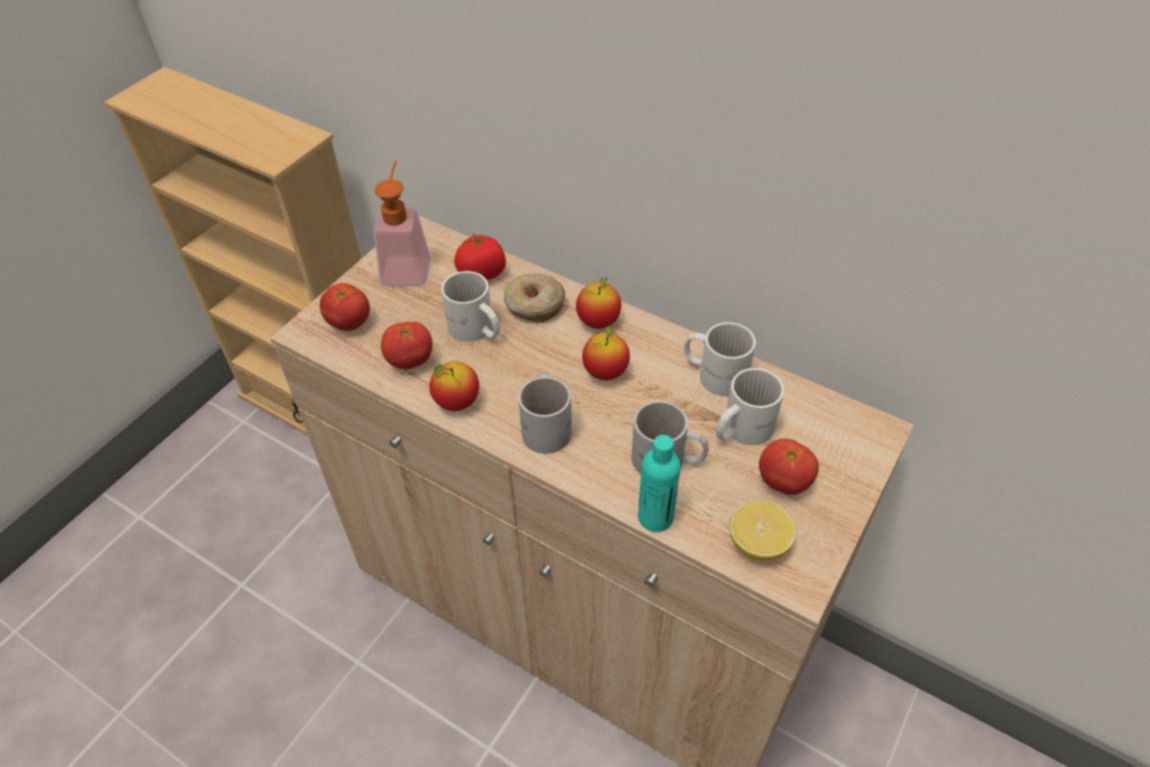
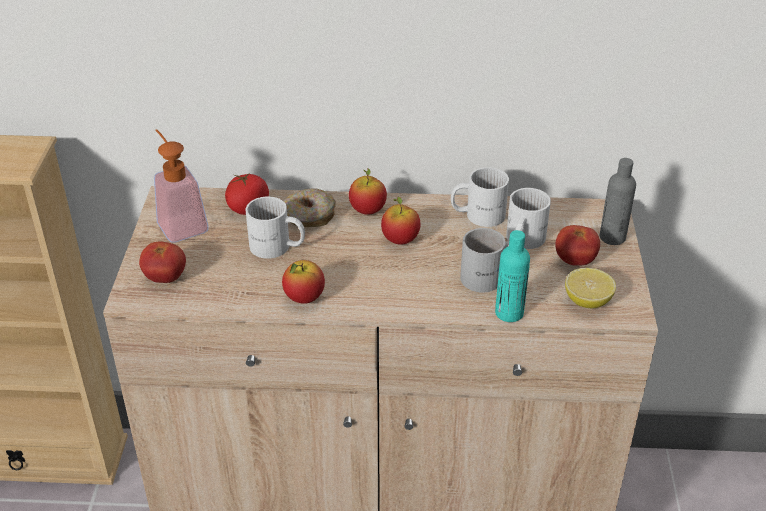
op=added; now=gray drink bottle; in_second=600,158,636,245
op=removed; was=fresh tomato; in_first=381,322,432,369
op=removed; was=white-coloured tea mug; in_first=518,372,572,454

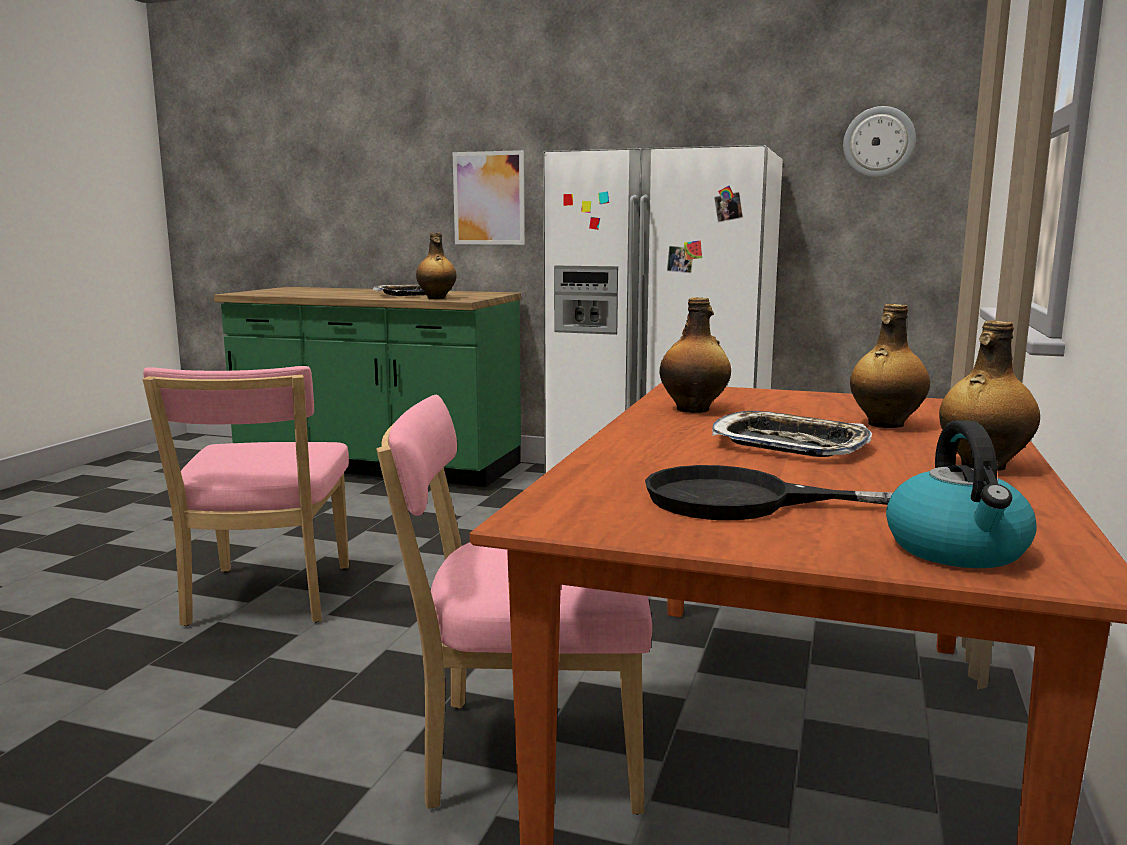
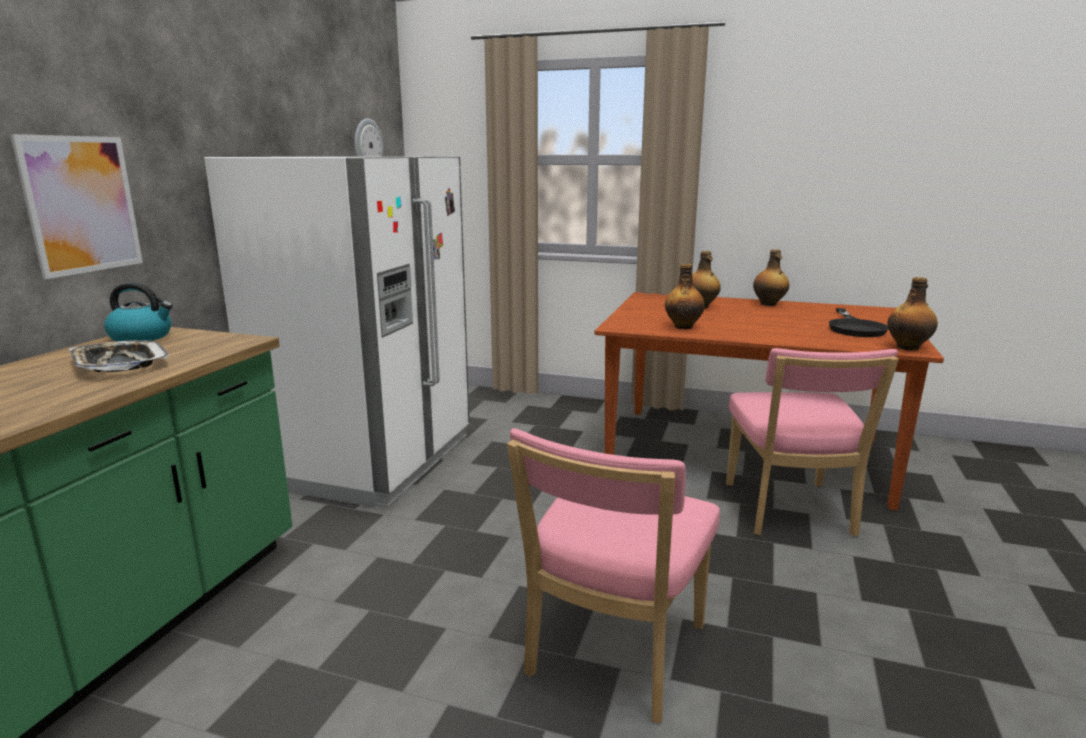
op=moved; was=kettle; in_first=886,420,1037,568; in_second=104,282,173,341
op=turned; was=pink chair; in_first=143,366,349,626; in_second=507,429,720,723; clockwise=120
op=moved; was=drink bottle; in_first=416,233,457,299; in_second=888,277,938,351
op=removed; was=tray; in_first=712,411,872,457

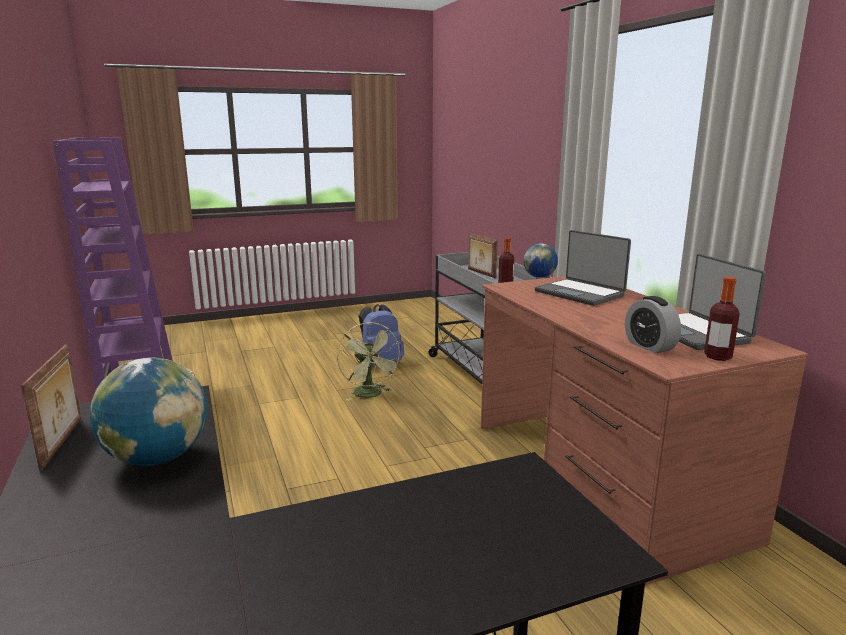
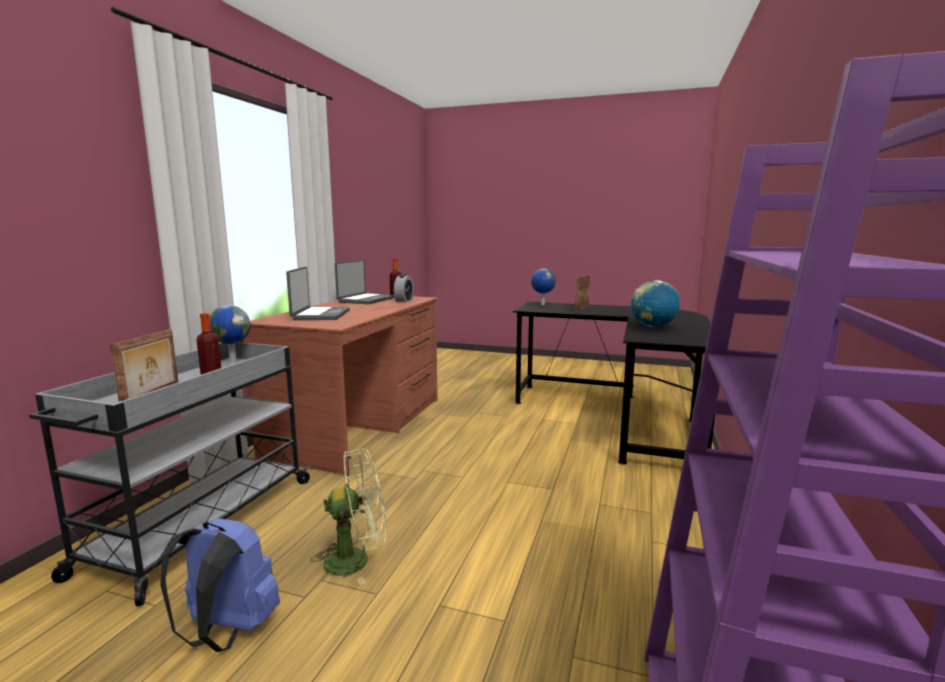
op=turned; was=green fan; in_first=337,322,402,401; in_second=311,449,386,585; clockwise=60
op=added; now=desk globe; in_second=531,269,556,305
op=moved; was=photo frame; in_first=21,345,81,471; in_second=575,275,590,312

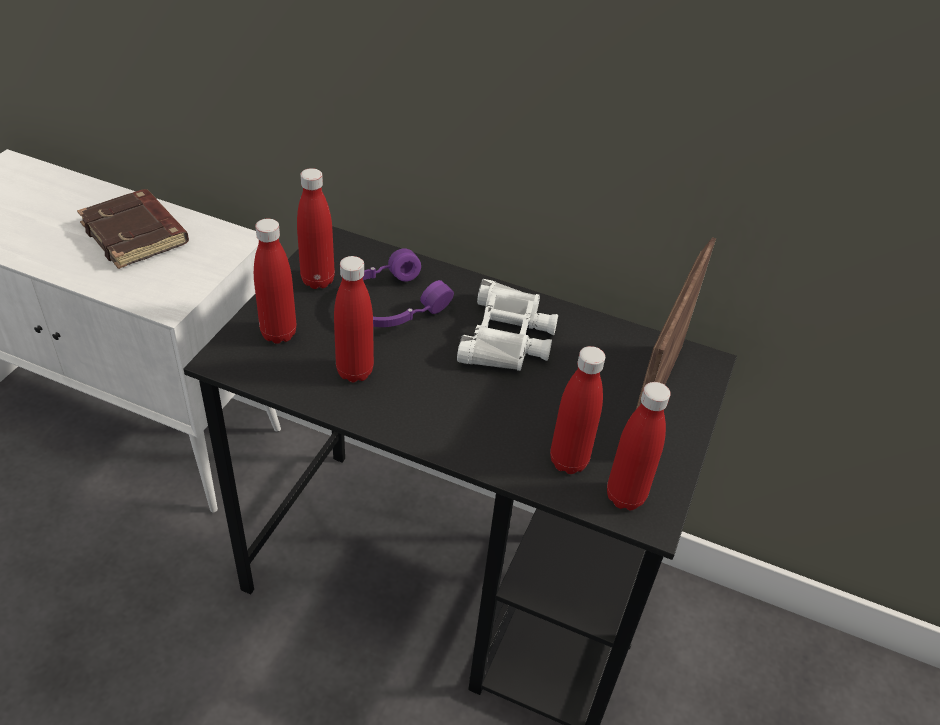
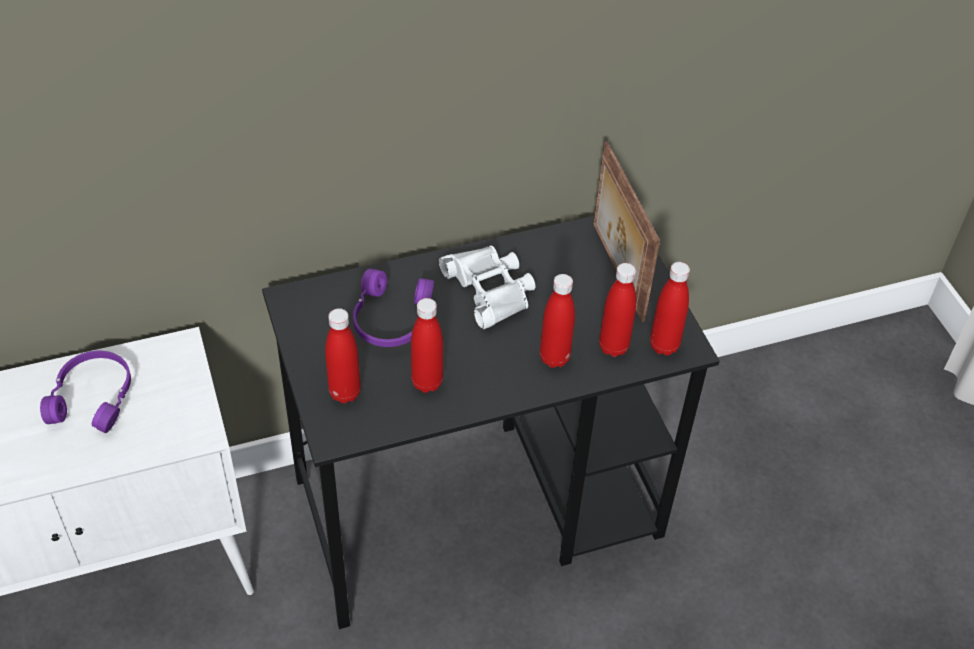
op=replaced; was=brownish book; now=purplish headphones; in_first=77,189,189,269; in_second=40,351,131,433
op=moved; was=reddish drink bottle; in_first=297,168,335,289; in_second=540,274,575,368

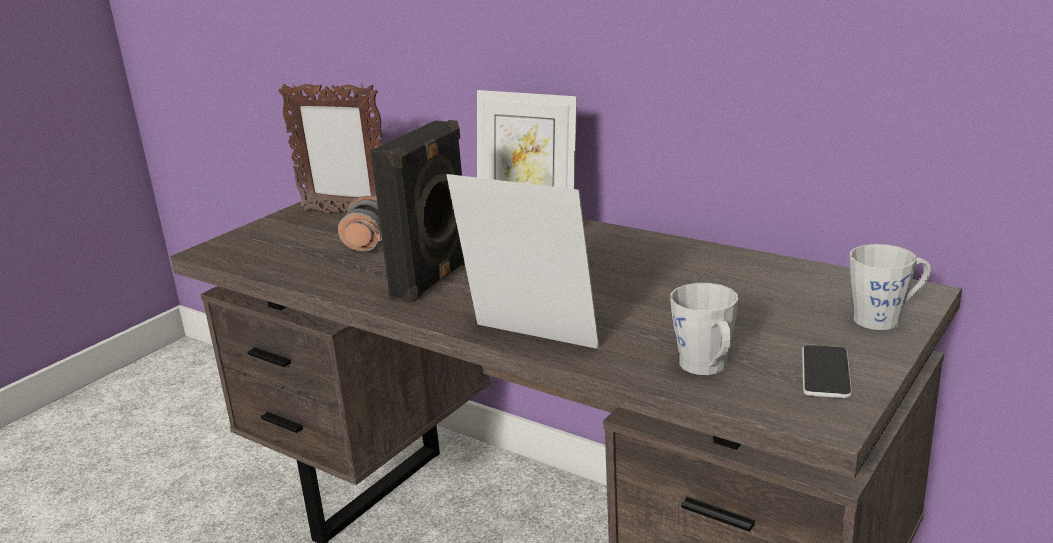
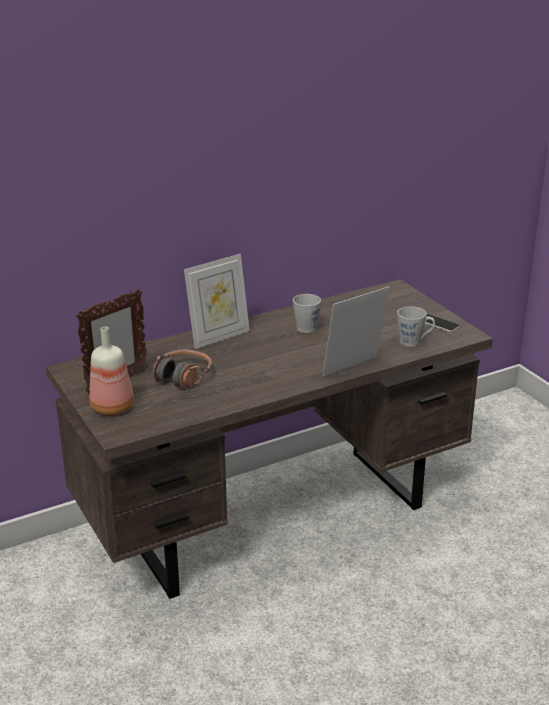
op=added; now=drink bottle; in_second=89,327,134,415
op=moved; was=gray tea mug; in_first=850,244,931,330; in_second=293,294,321,333
op=removed; was=black-coloured audio speaker; in_first=370,120,465,303

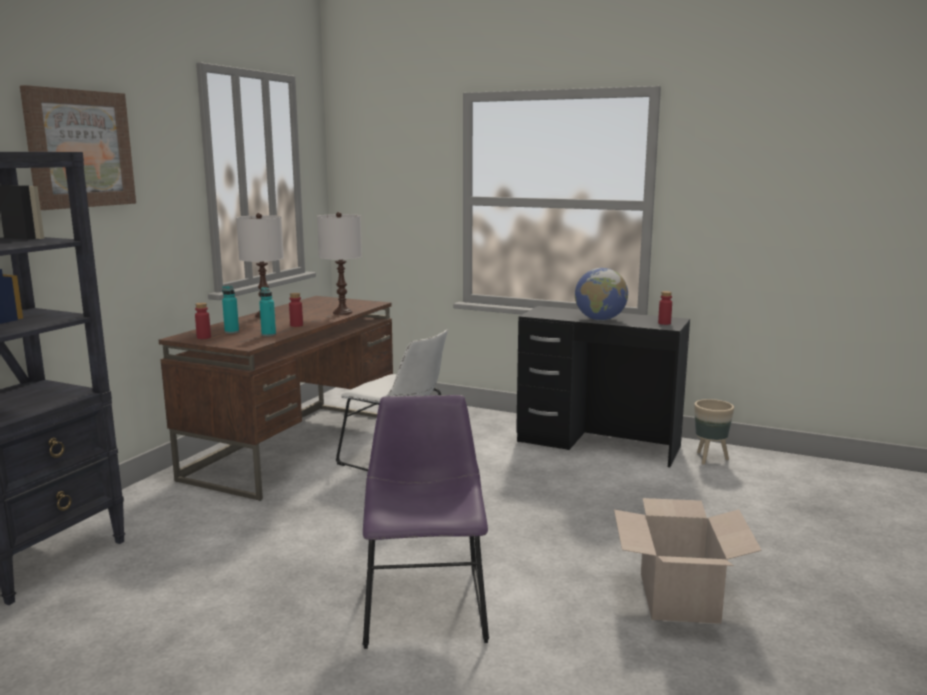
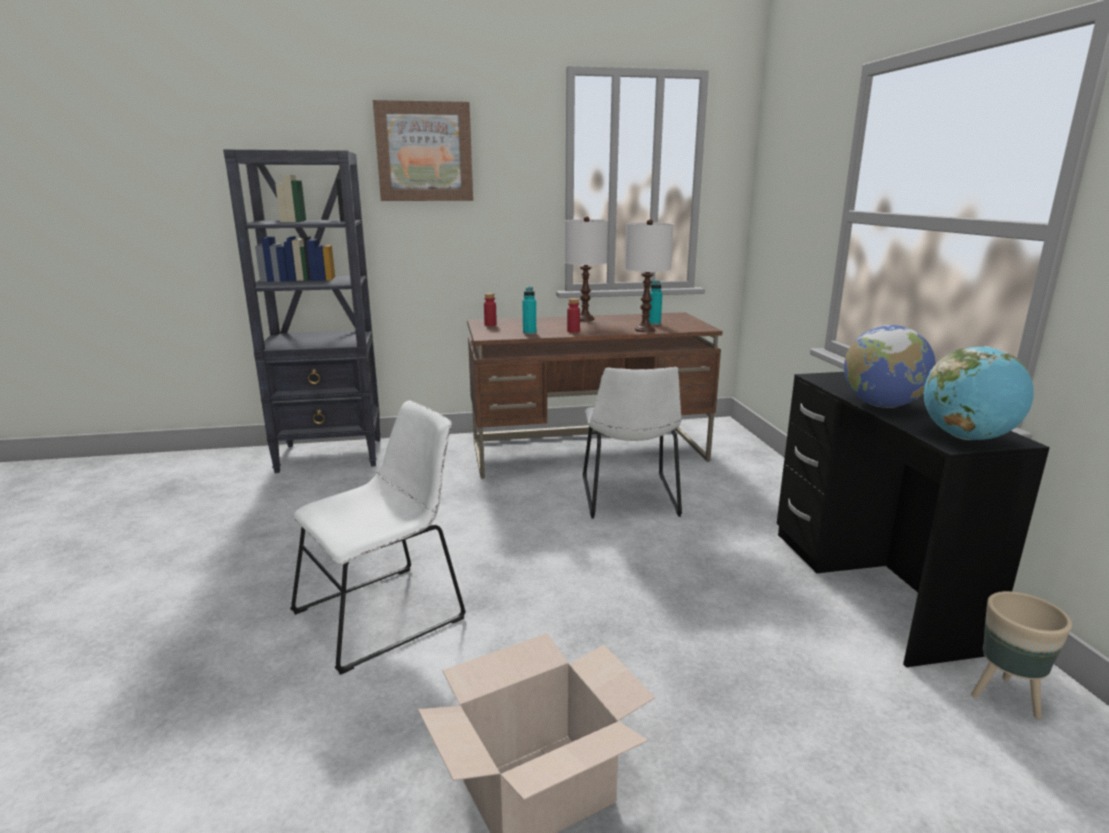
op=recoloured; was=purplish chair; now=white-coloured chair; in_first=363,395,489,649; in_second=290,400,466,675
op=moved; was=turquoise-coloured drink bottle; in_first=222,286,239,334; in_second=649,280,662,325
op=replaced; was=reddish drink bottle; now=desk globe; in_first=658,291,672,325; in_second=924,346,1034,440

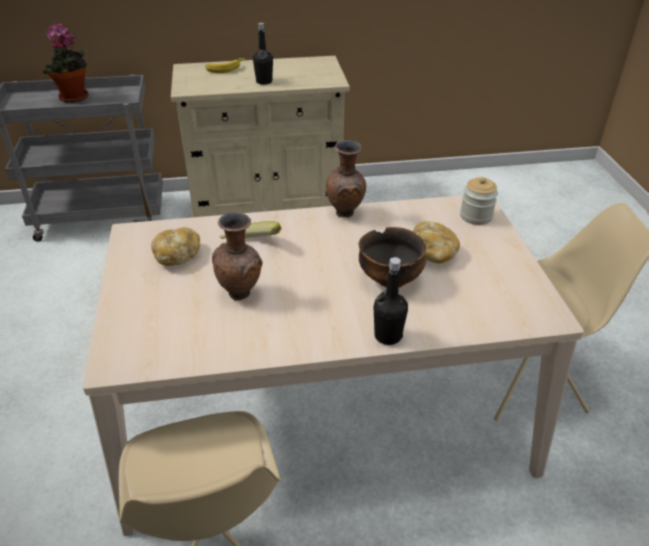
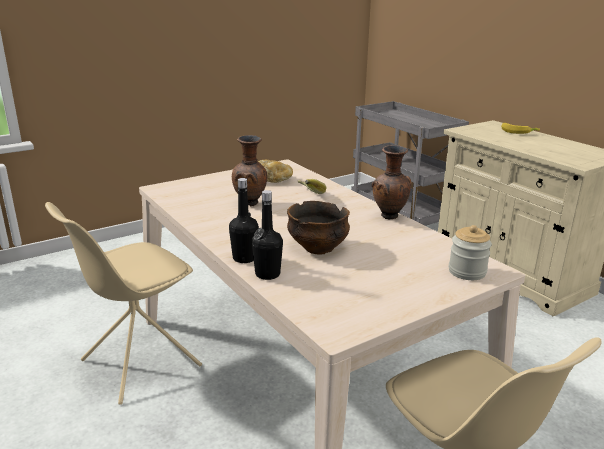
op=moved; was=black-coloured drink bottle; in_first=253,23,273,85; in_second=252,190,283,280
op=removed; was=houseplant; in_first=43,23,88,103
op=removed; was=bakery bread; in_first=412,221,460,264

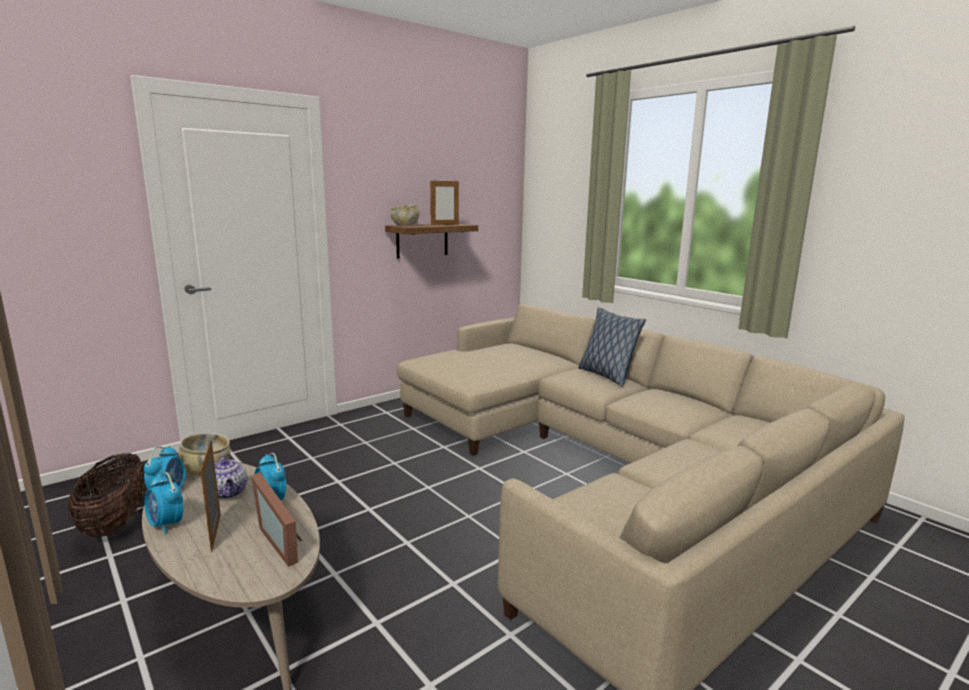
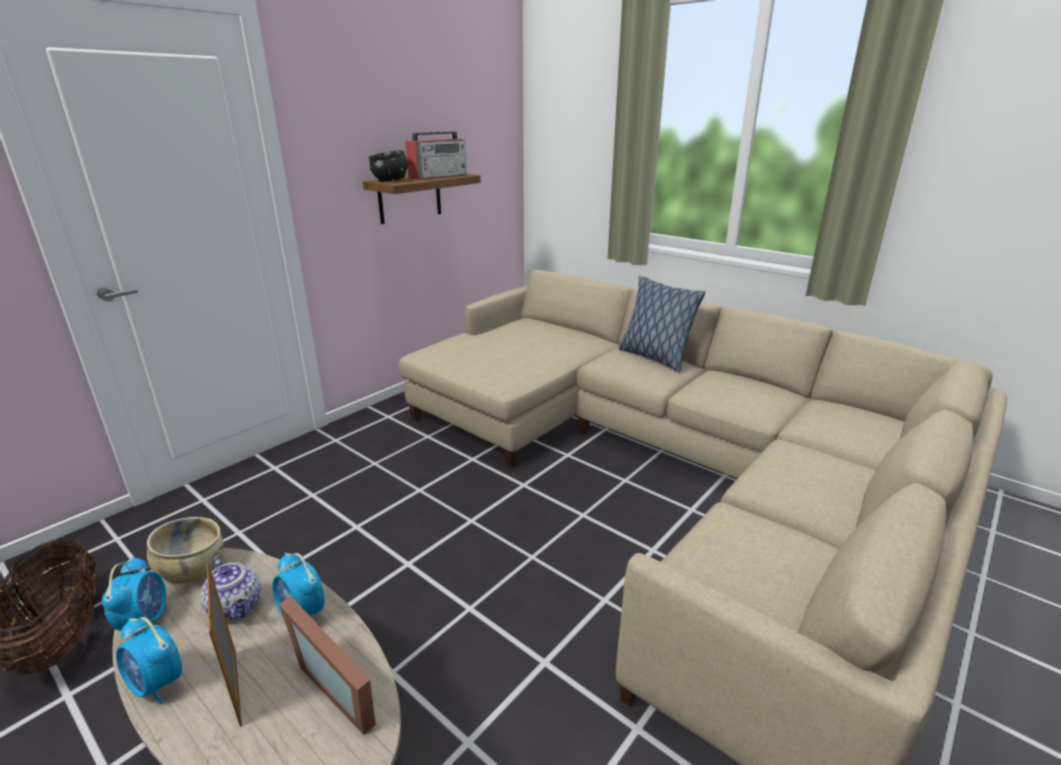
op=recoloured; was=beige-coloured serving bowl; now=black-coloured serving bowl; in_first=391,204,420,226; in_second=369,151,408,182
op=replaced; was=photo frame; now=radio; in_first=430,181,459,225; in_second=405,129,466,180

